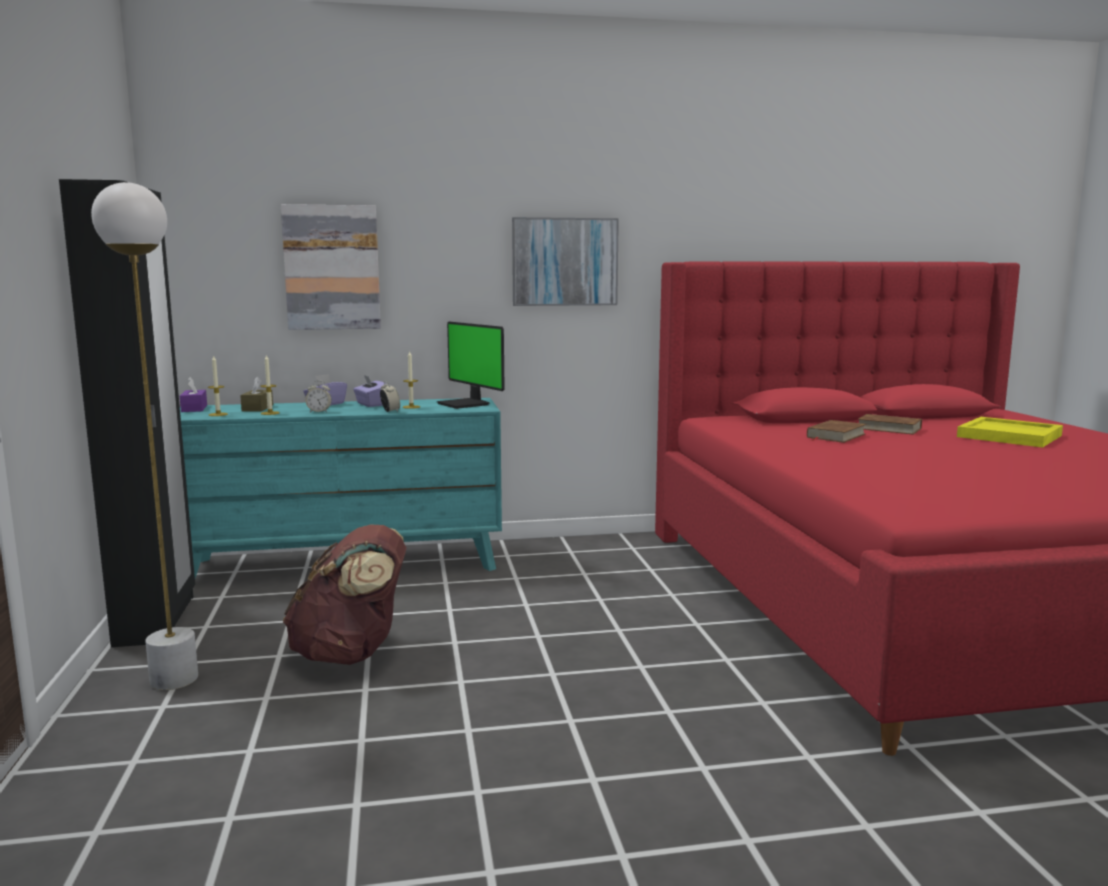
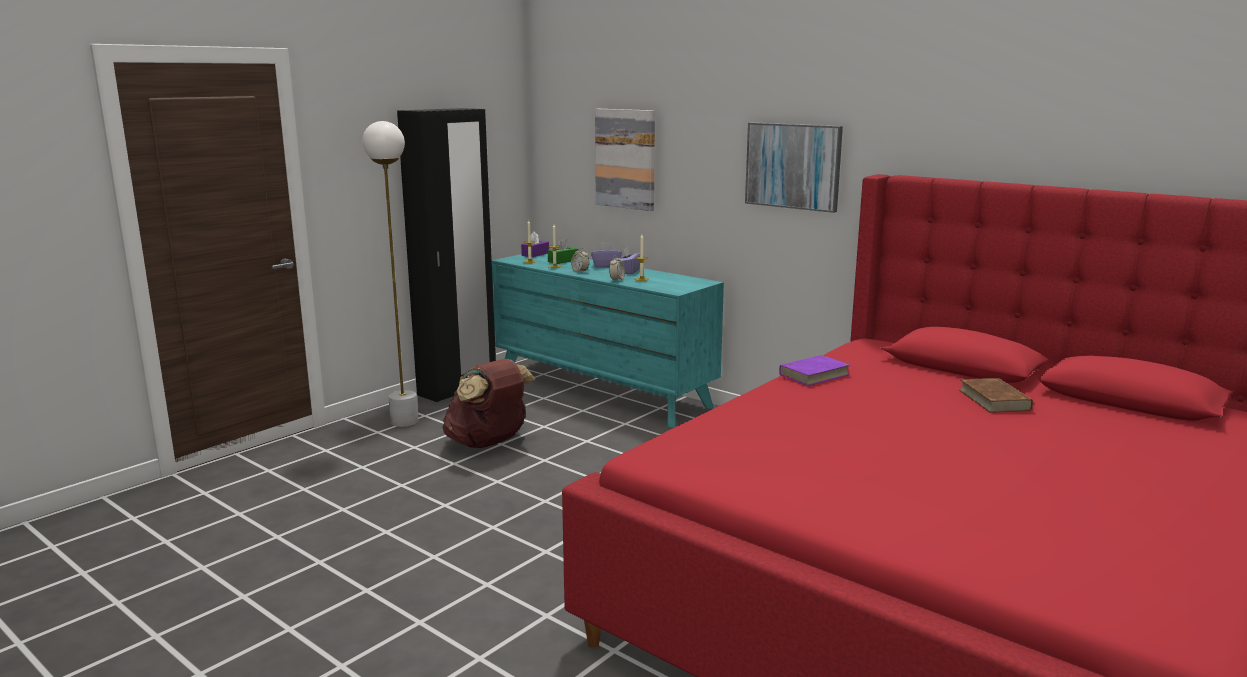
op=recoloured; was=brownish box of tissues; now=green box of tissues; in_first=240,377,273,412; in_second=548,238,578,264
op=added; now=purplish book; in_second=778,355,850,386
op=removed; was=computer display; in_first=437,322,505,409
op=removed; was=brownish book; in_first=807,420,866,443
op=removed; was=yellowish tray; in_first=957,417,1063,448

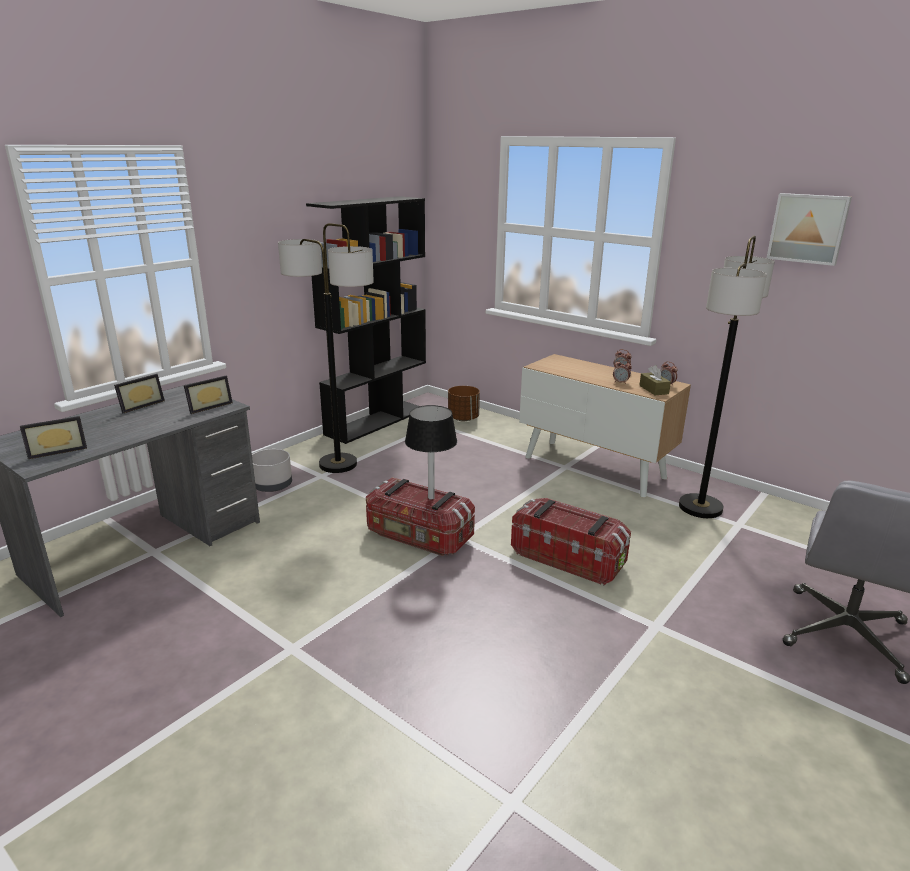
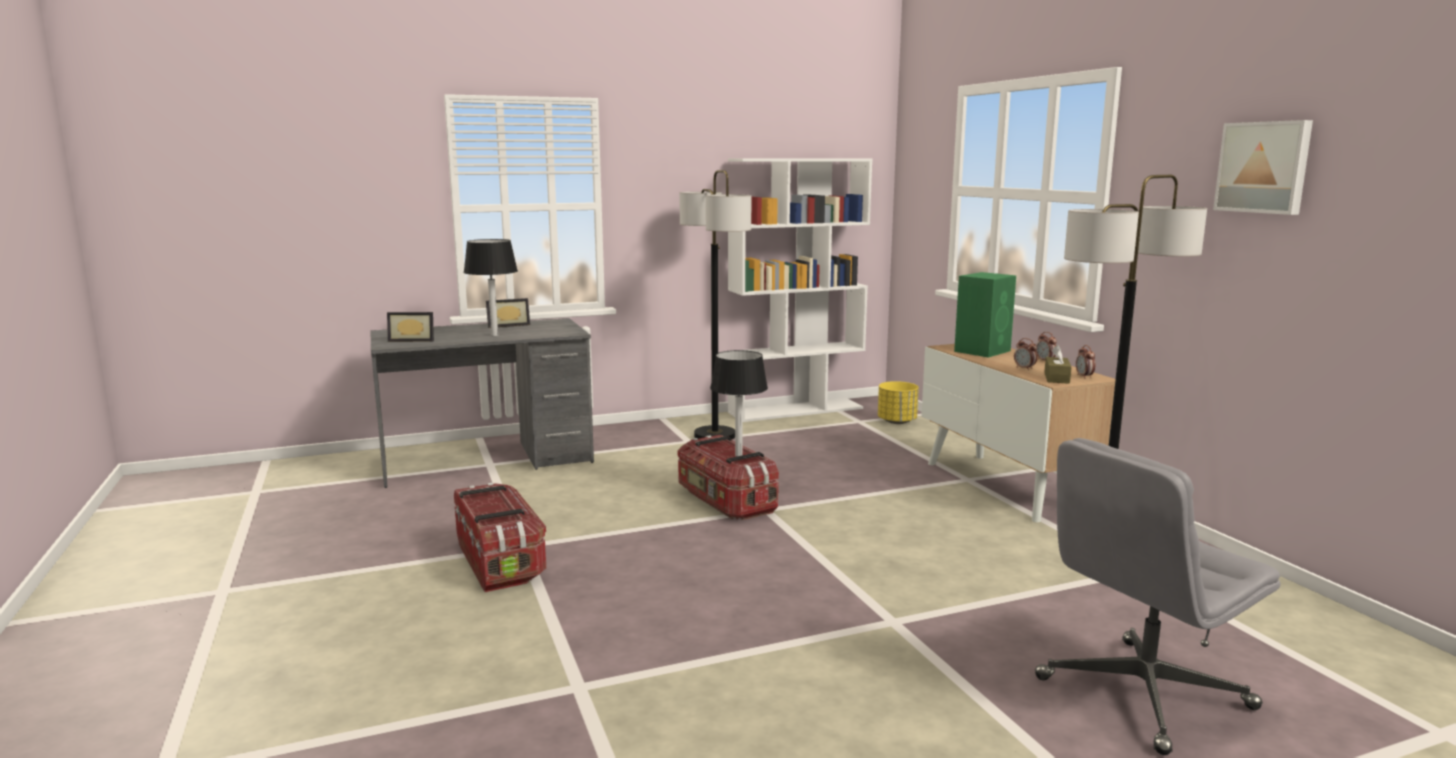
op=moved; was=storage bin; in_first=511,498,631,586; in_second=454,482,546,592
op=added; now=black-coloured table lamp; in_second=463,239,518,336
op=recoloured; was=black-coloured shelving unit; now=white-coloured shelving unit; in_first=306,196,426,444; in_second=728,159,872,422
op=recoloured; was=brownish plant pot; now=yellowish plant pot; in_first=448,386,480,421; in_second=878,381,919,424
op=added; now=green audio speaker; in_second=954,272,1016,358
op=removed; was=photo frame; in_first=184,375,233,414
op=removed; was=gray plant pot; in_first=252,449,292,492

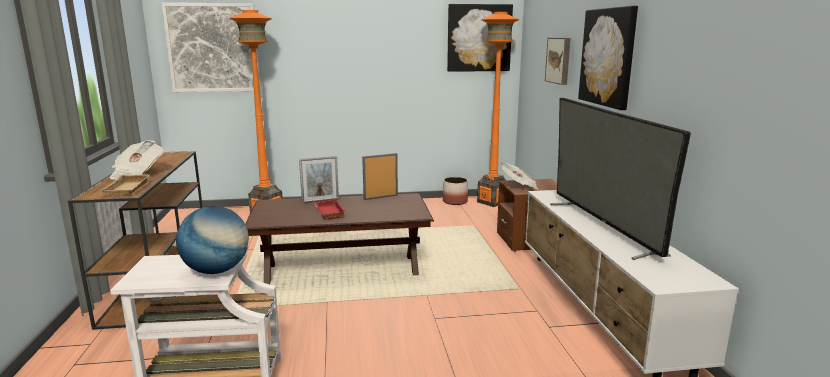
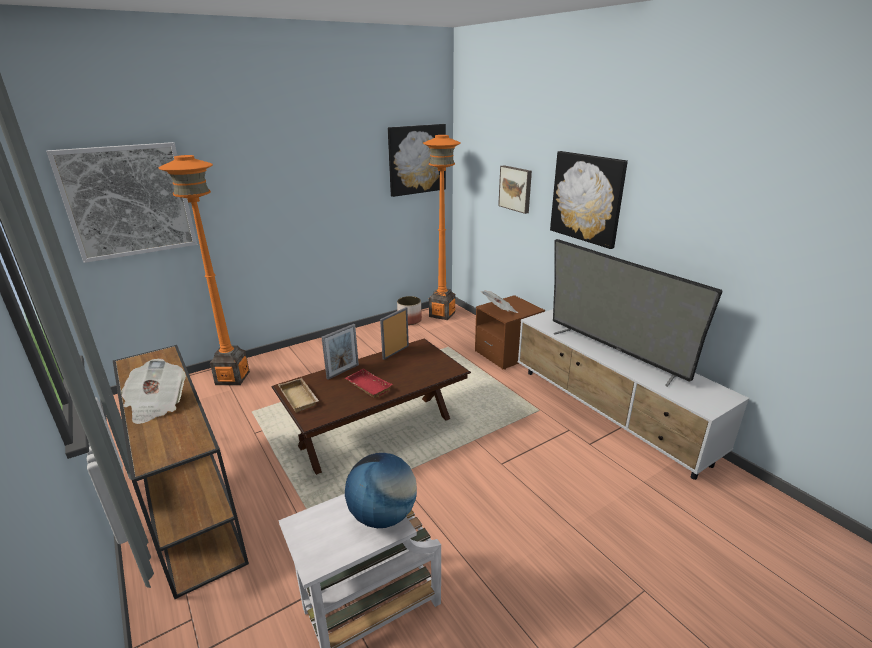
op=moved; was=beige-coloured tray; in_first=102,174,150,197; in_second=278,378,319,413

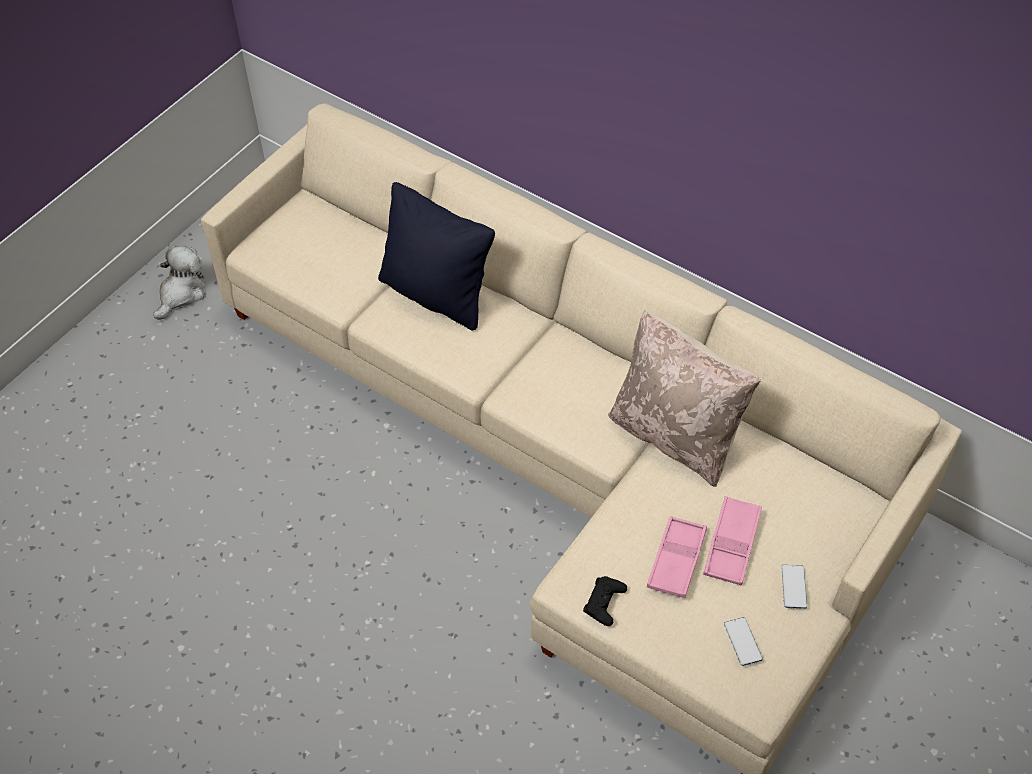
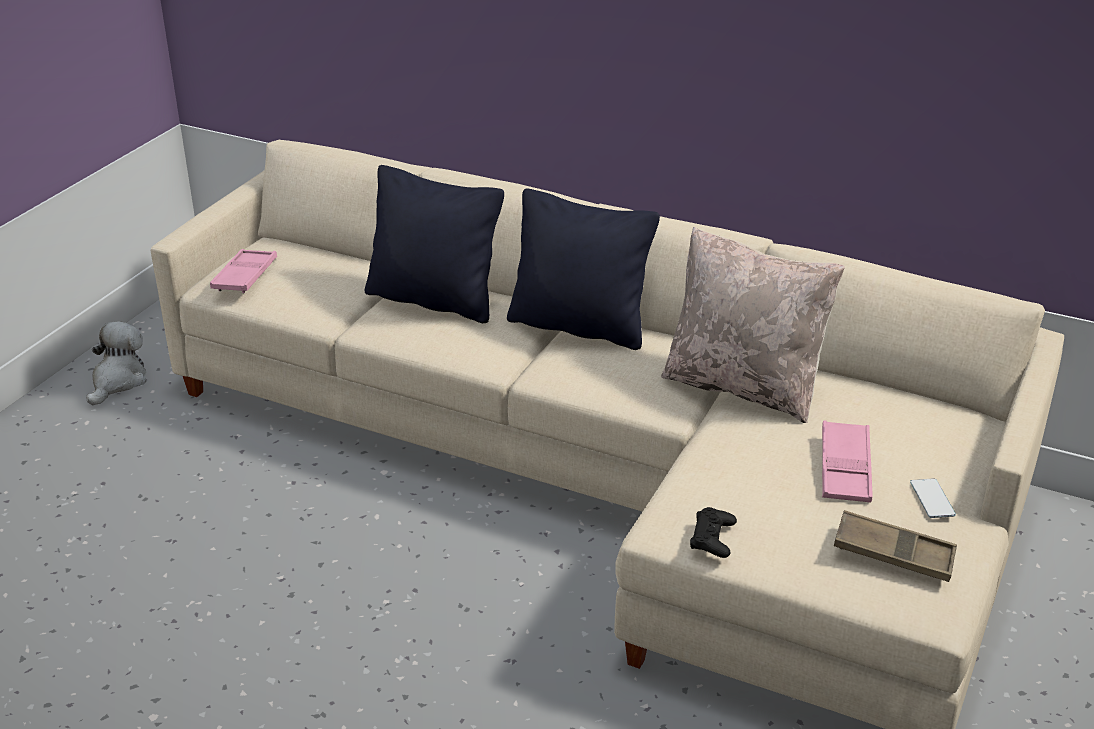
op=moved; was=pink tray; in_first=647,516,707,598; in_second=210,249,277,293
op=added; now=black-coloured cushion; in_second=507,188,660,350
op=replaced; was=handset; now=brownish tray; in_first=724,617,763,666; in_second=834,510,957,582

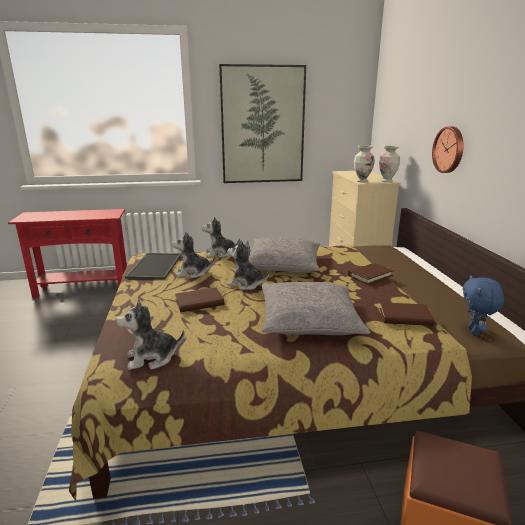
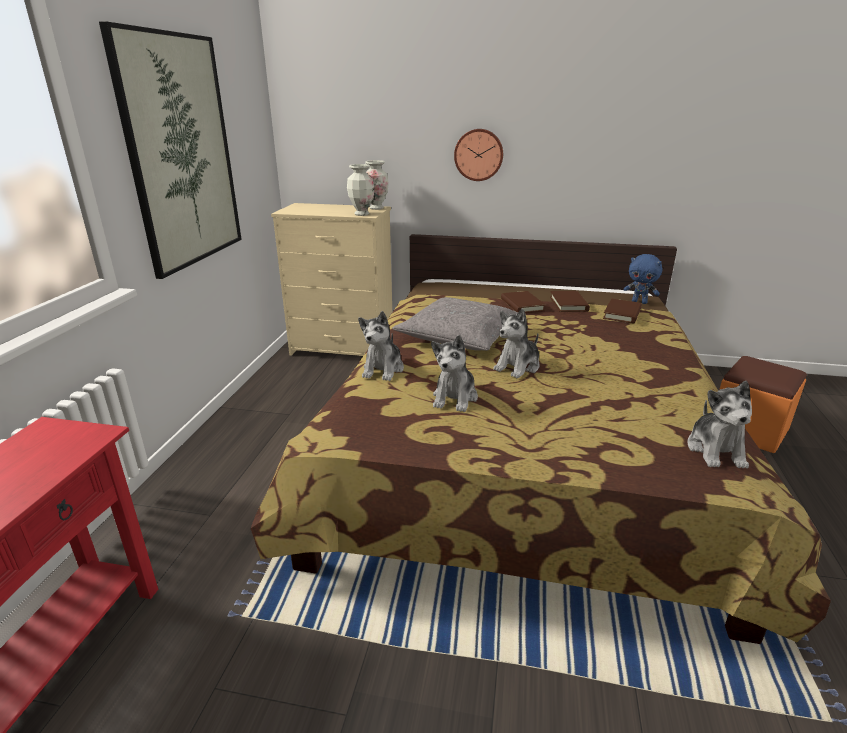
op=moved; was=brownish book; in_first=175,287,224,312; in_second=550,291,590,312
op=removed; was=tray; in_first=125,253,181,280
op=removed; was=gray cushion; in_first=262,282,370,335

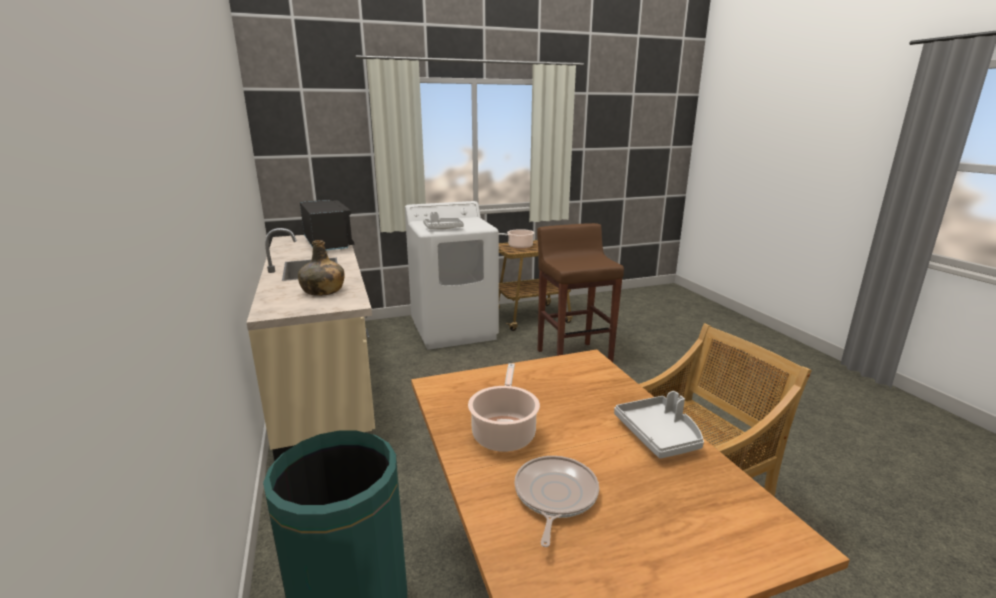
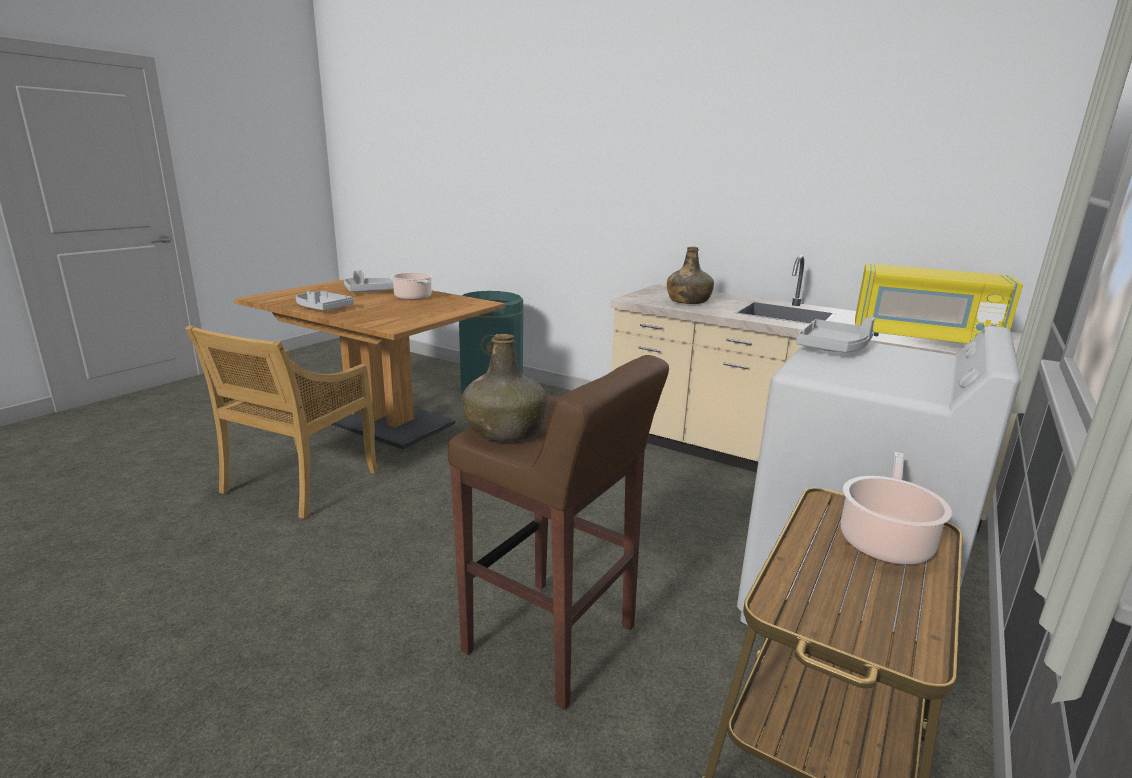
op=replaced; was=frying pan; now=gray tray; in_first=514,456,599,547; in_second=344,270,394,292
op=added; now=green drink bottle; in_second=462,334,548,442
op=recoloured; was=black-coloured microwave; now=yellowish microwave; in_first=300,200,354,251; in_second=855,264,1023,344

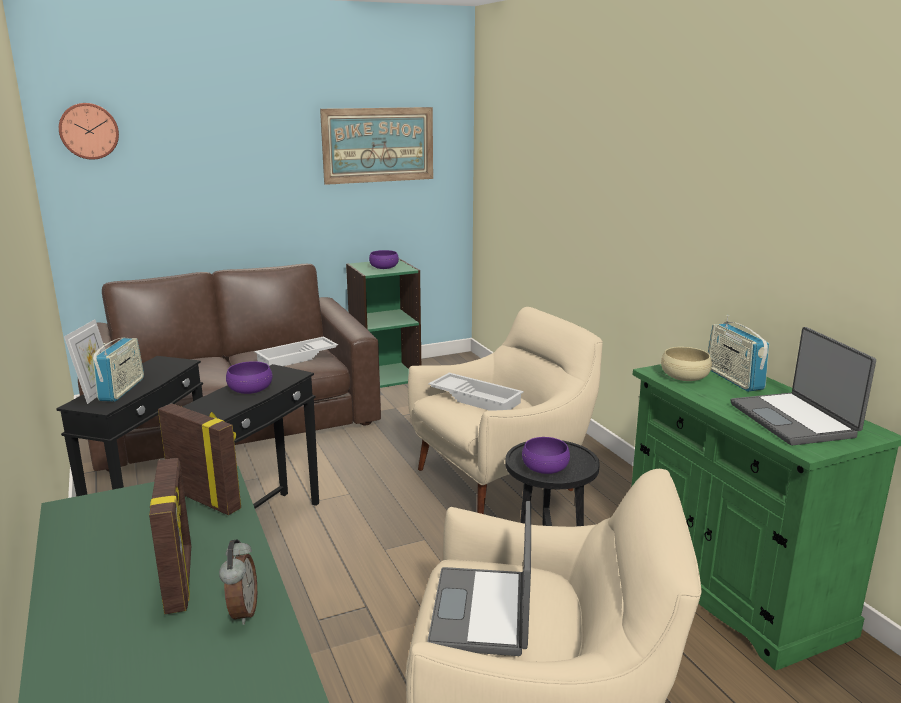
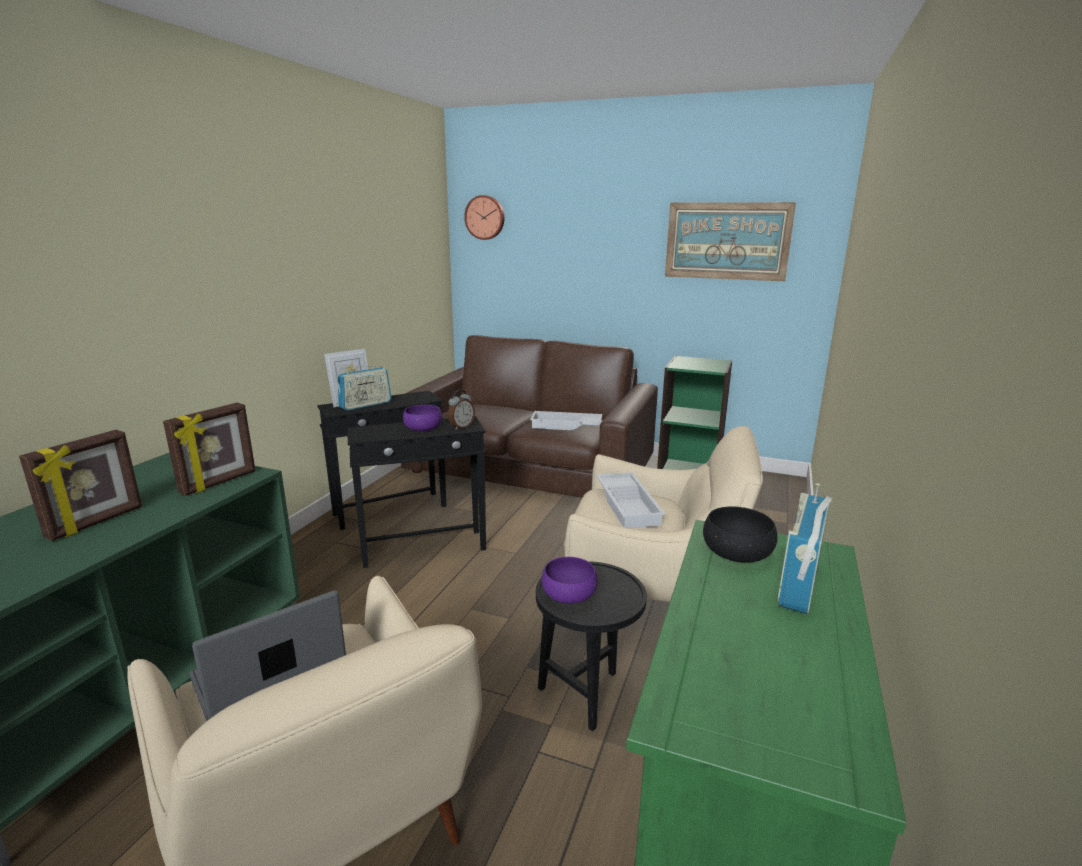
op=turned; was=photo frame; in_first=158,403,241,515; in_second=163,402,256,496; clockwise=45
op=moved; was=bedside clock; in_first=219,539,257,625; in_second=448,390,475,430
op=recoloured; was=beige-coloured serving bowl; now=black-coloured serving bowl; in_first=661,347,712,381; in_second=703,506,777,563
op=removed; was=purplish serving bowl; in_first=369,250,399,269
op=removed; was=notebook computer; in_first=730,327,876,445

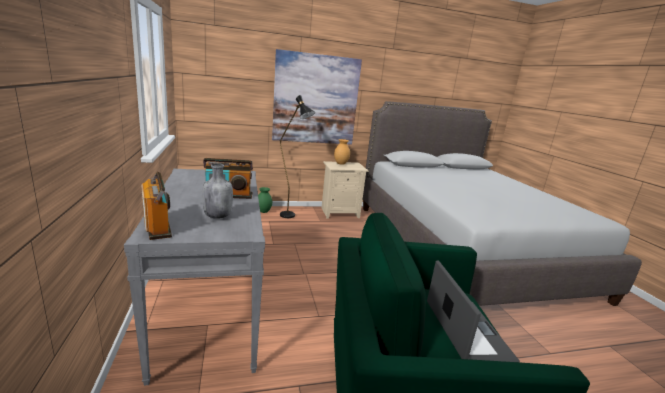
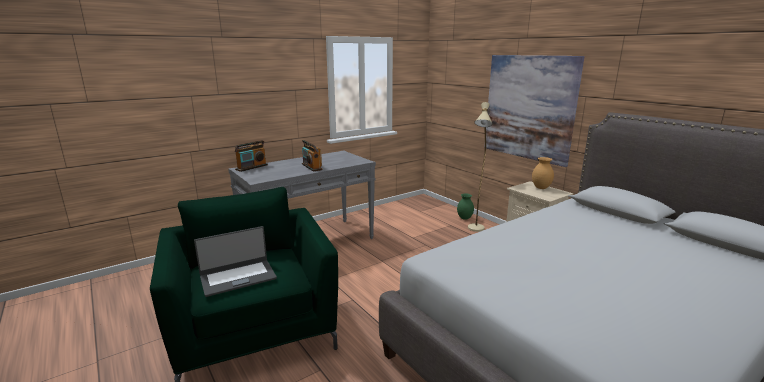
op=recoloured; was=black-coloured standing lamp; now=beige-coloured standing lamp; in_first=280,95,316,218; in_second=468,102,492,232
op=removed; was=gray drink bottle; in_first=202,163,233,219

